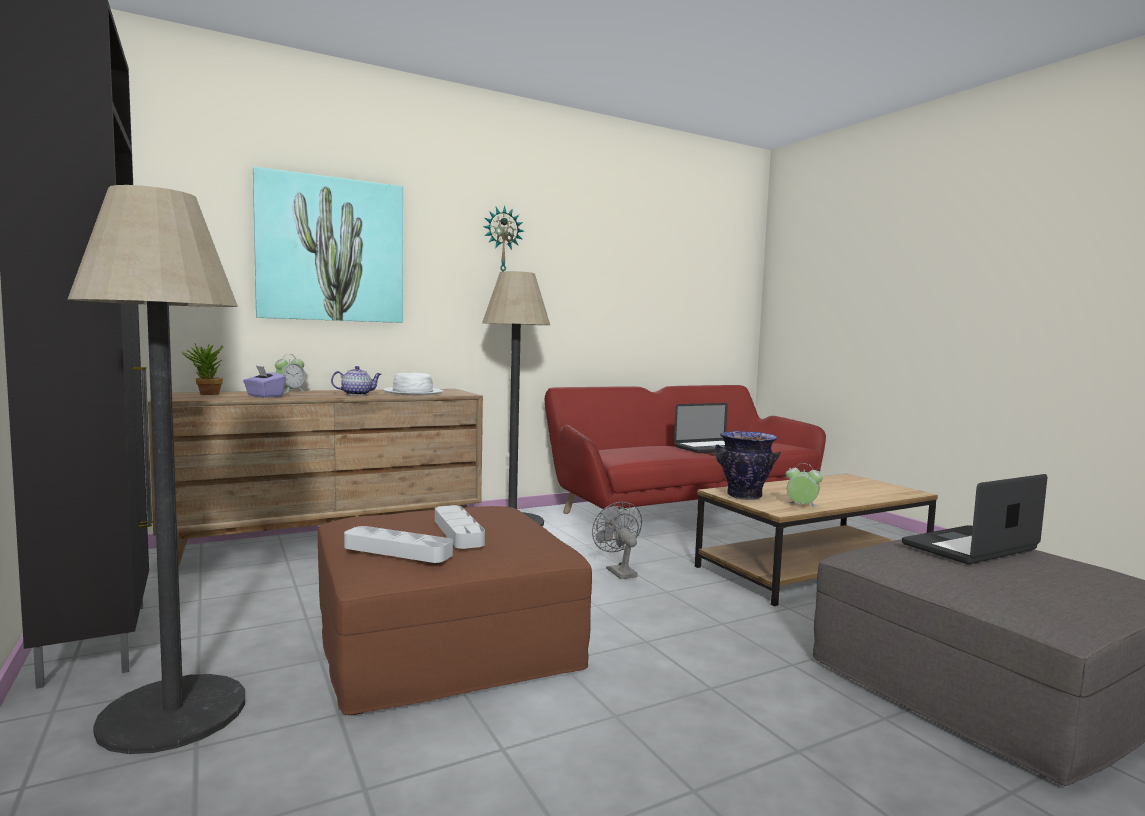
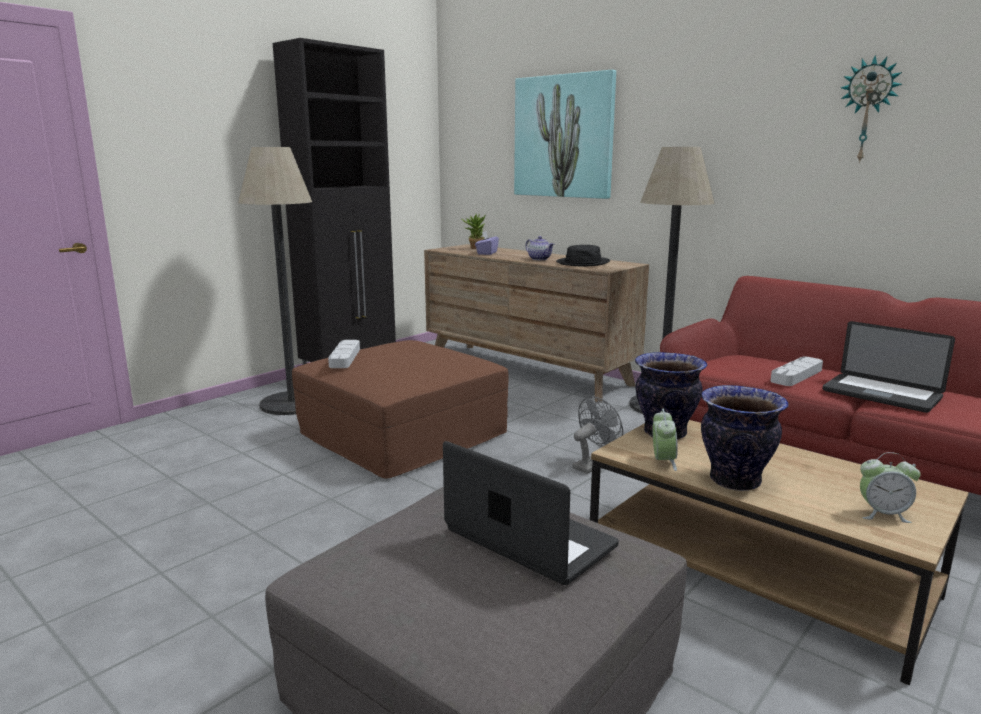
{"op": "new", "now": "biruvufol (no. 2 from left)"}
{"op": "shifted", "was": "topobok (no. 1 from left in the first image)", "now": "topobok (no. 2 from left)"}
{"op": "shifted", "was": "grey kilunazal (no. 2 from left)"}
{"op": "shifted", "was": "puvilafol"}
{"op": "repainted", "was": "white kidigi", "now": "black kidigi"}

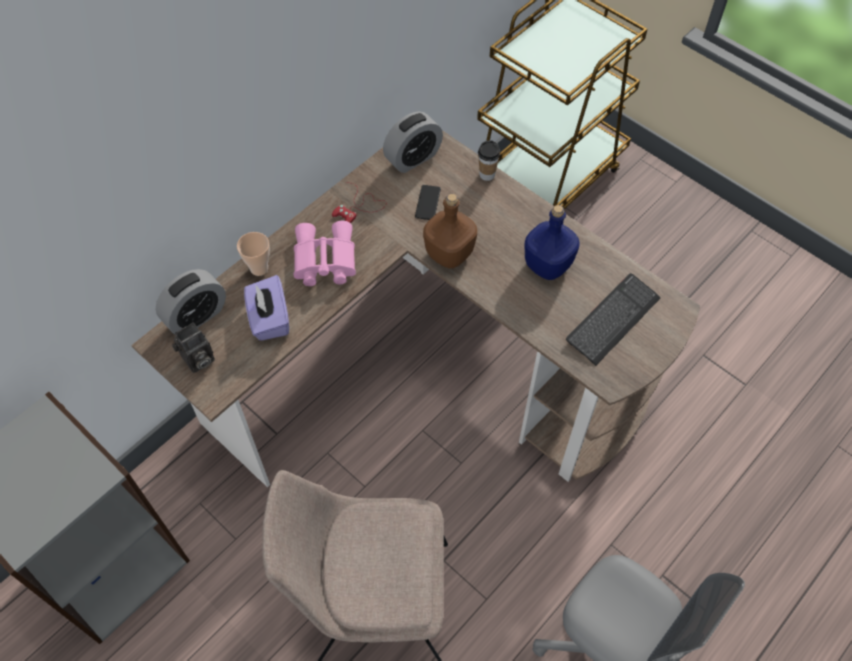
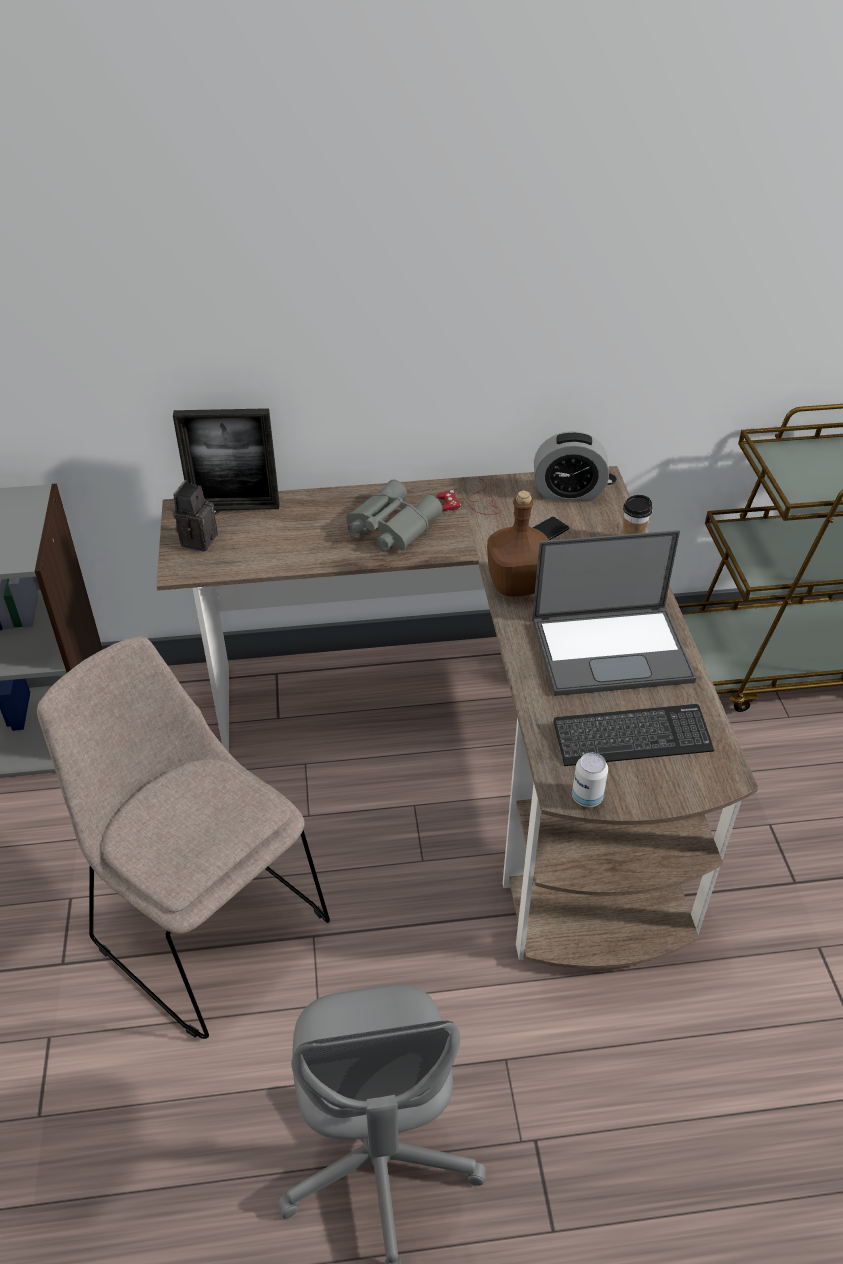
{"op": "gone", "was": "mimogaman (no. 1 from left)"}
{"op": "gone", "was": "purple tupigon"}
{"op": "new", "now": "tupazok"}
{"op": "swapped", "was": "topobok (no. 1 from left)", "now": "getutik"}
{"op": "swapped", "was": "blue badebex", "now": "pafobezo"}
{"op": "repainted", "was": "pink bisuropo", "now": "grey bisuropo"}
{"op": "rotated", "was": "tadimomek", "clockwise": 105}

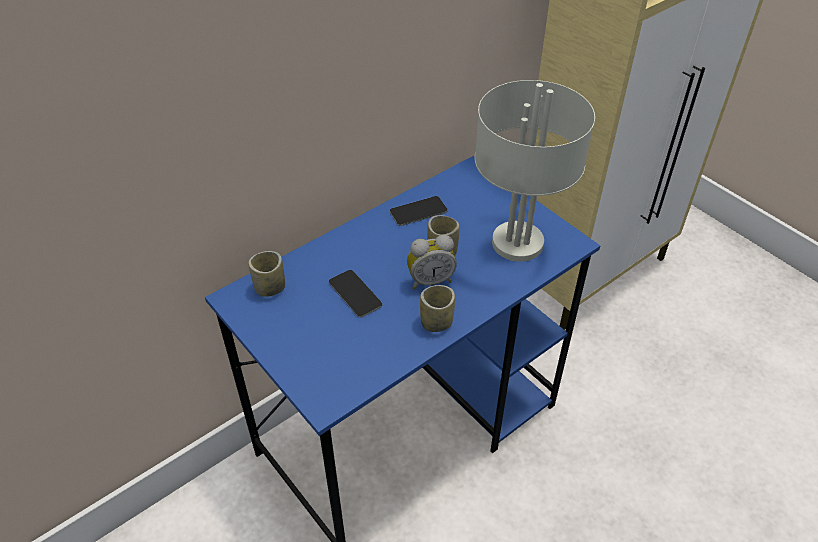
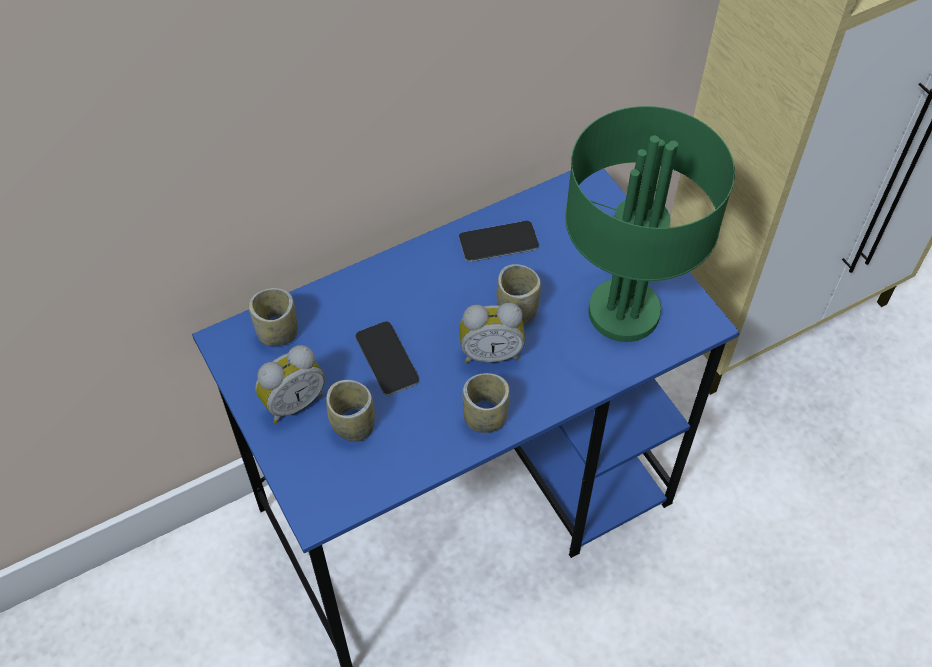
{"op": "new", "now": "topobok (no. 1 from left)"}
{"op": "new", "now": "mimogaman (no. 2 from left)"}
{"op": "repainted", "was": "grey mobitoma", "now": "green mobitoma"}

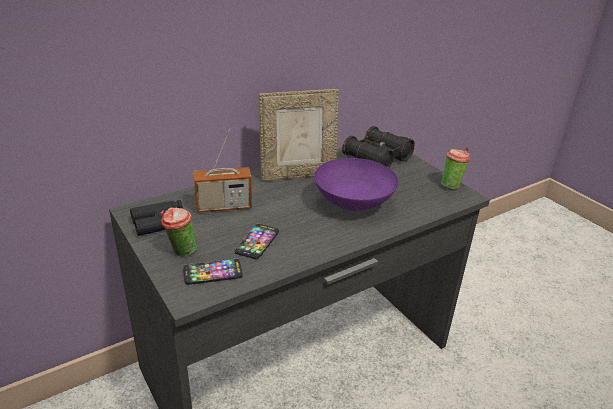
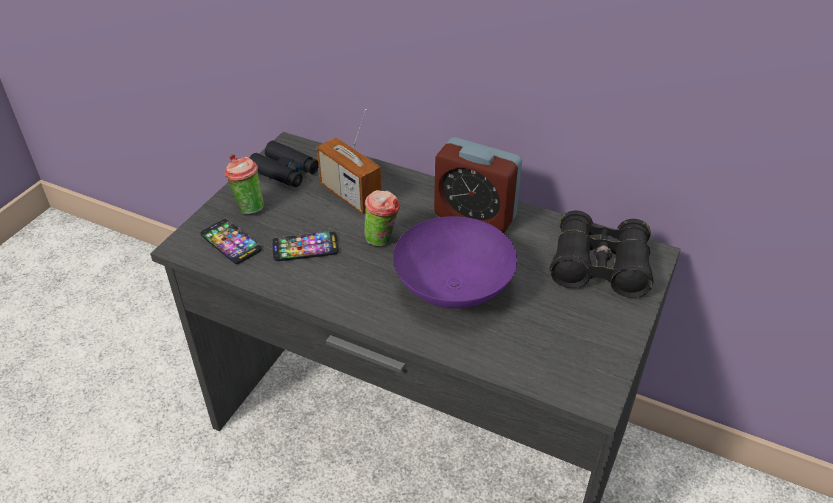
{"op": "shifted", "was": "mimogaman (no. 2 from left)"}
{"op": "swapped", "was": "getutik", "now": "topobok"}

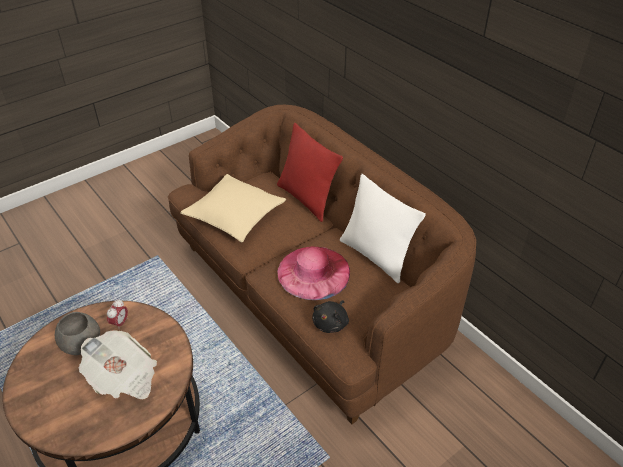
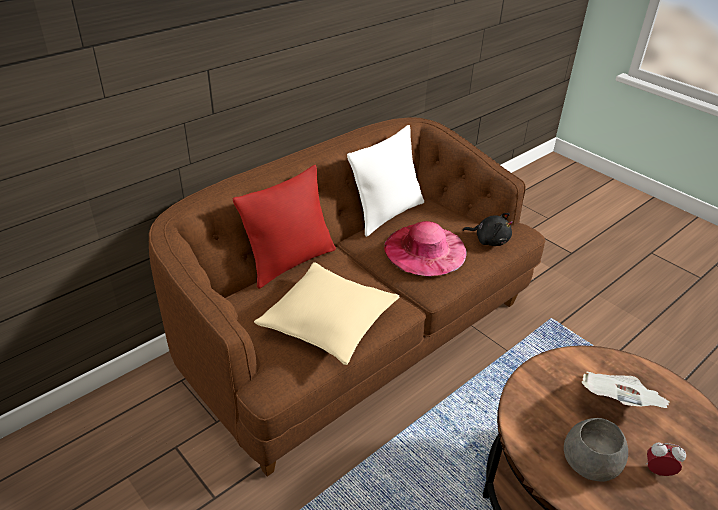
{"op": "shifted", "was": "topobok"}

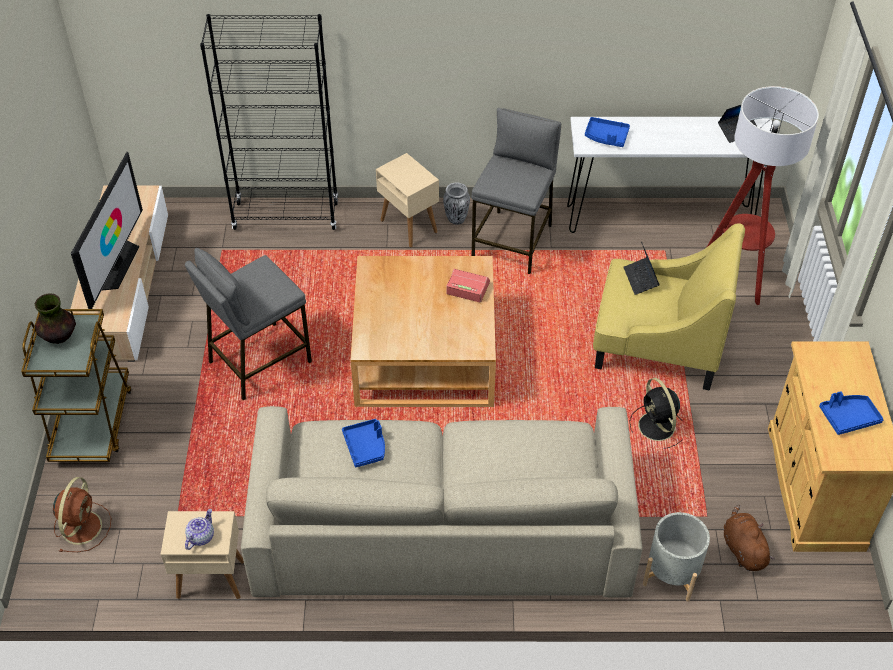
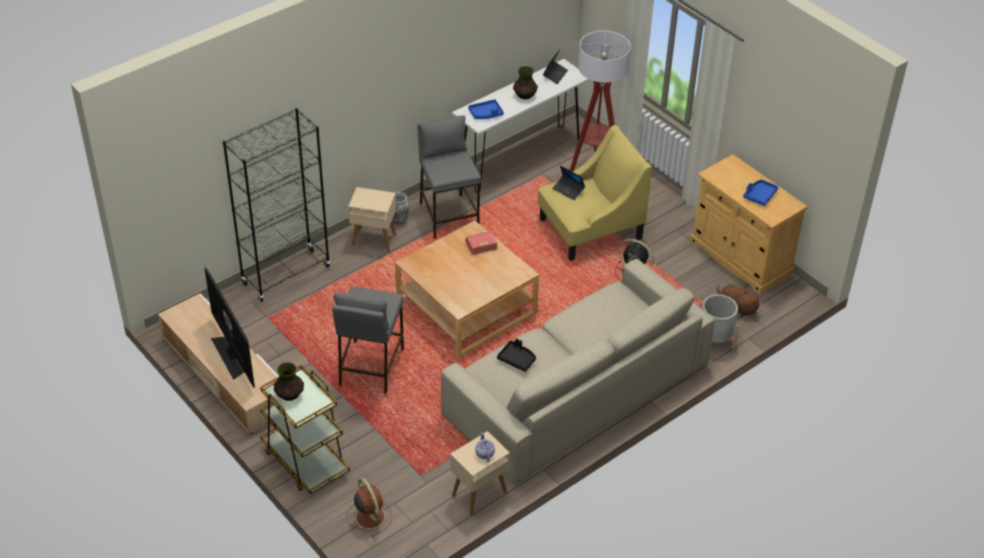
{"op": "new", "now": "biruvufol (no. 3 from left)"}
{"op": "repainted", "was": "blue kilunazal (no. 1 from left)", "now": "black kilunazal"}

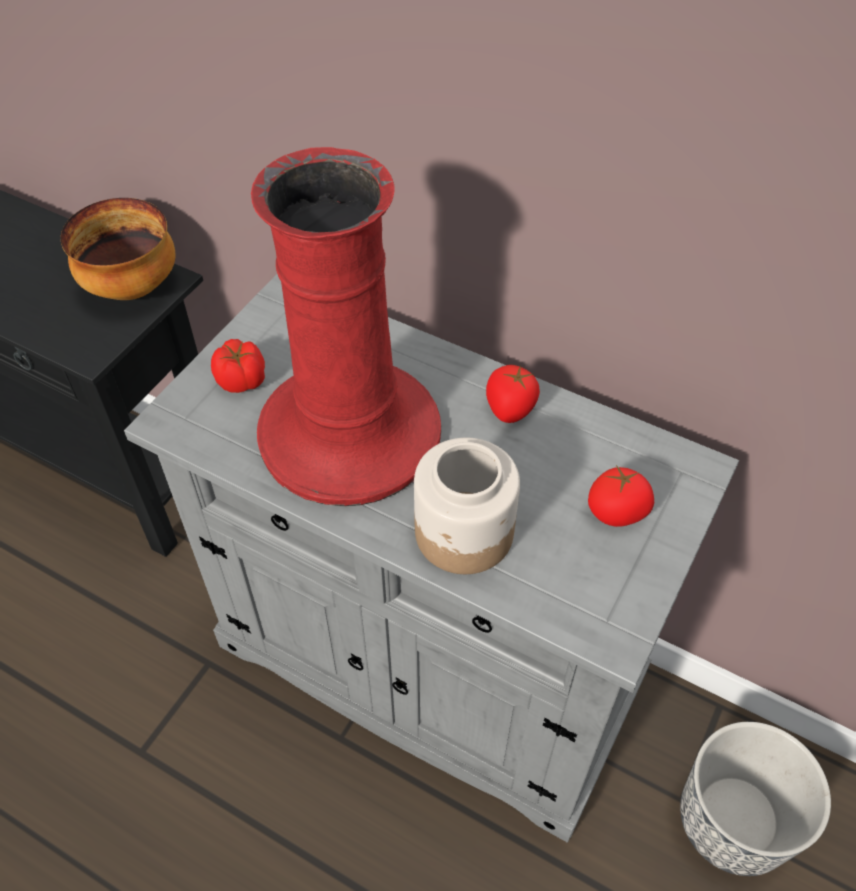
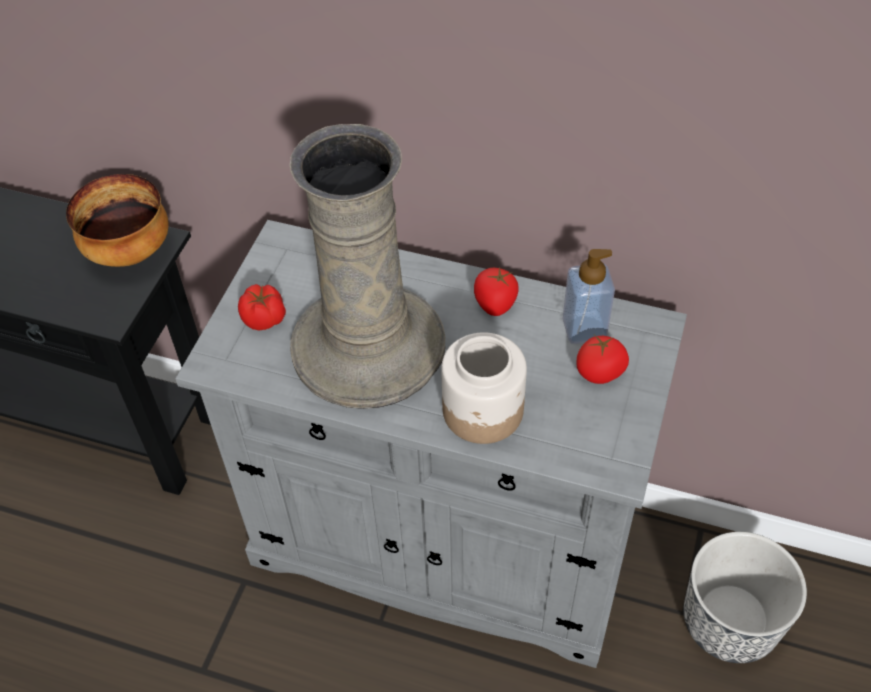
{"op": "new", "now": "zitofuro"}
{"op": "repainted", "was": "red biruvufol", "now": "beige biruvufol"}

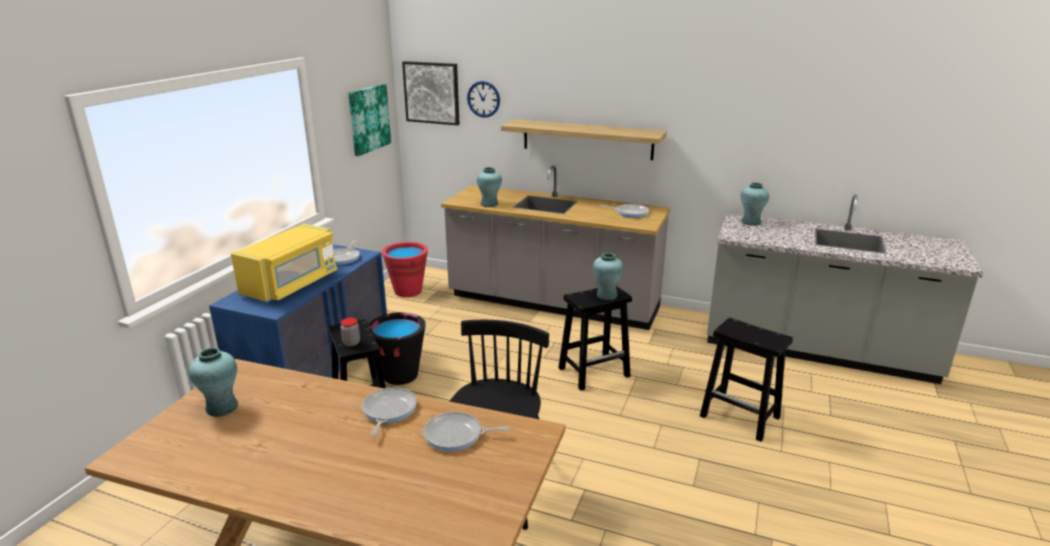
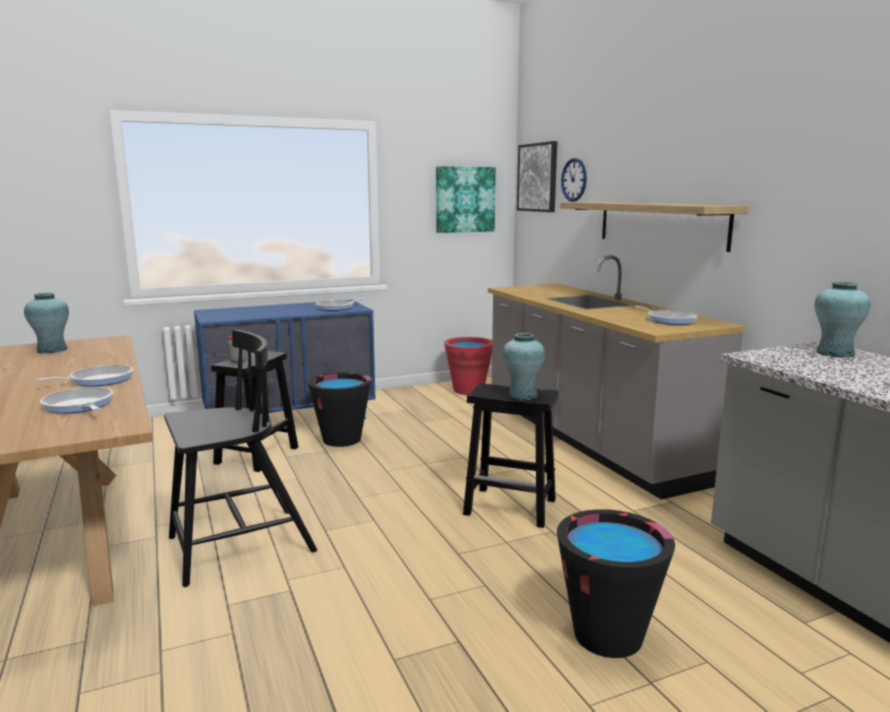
{"op": "gone", "was": "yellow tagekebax"}
{"op": "gone", "was": "turquoise biruvufol (no. 2 from left)"}
{"op": "swapped", "was": "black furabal (no. 3 from left)", "now": "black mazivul (no. 2 from left)"}

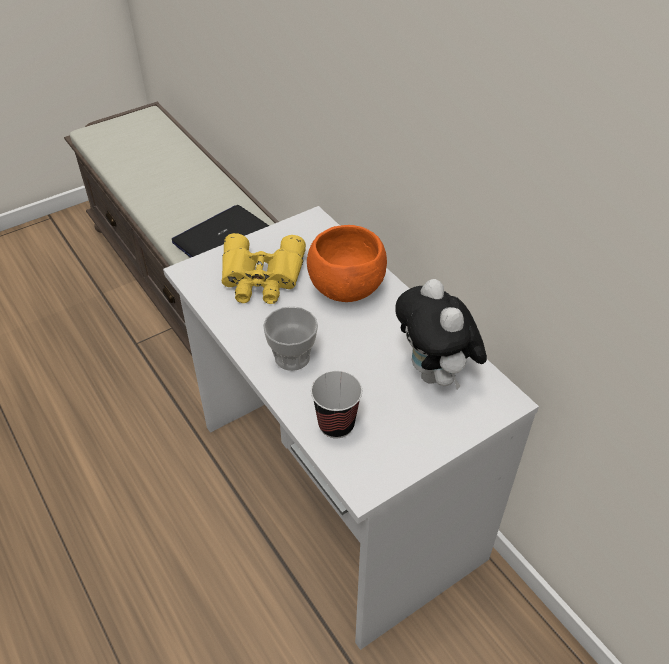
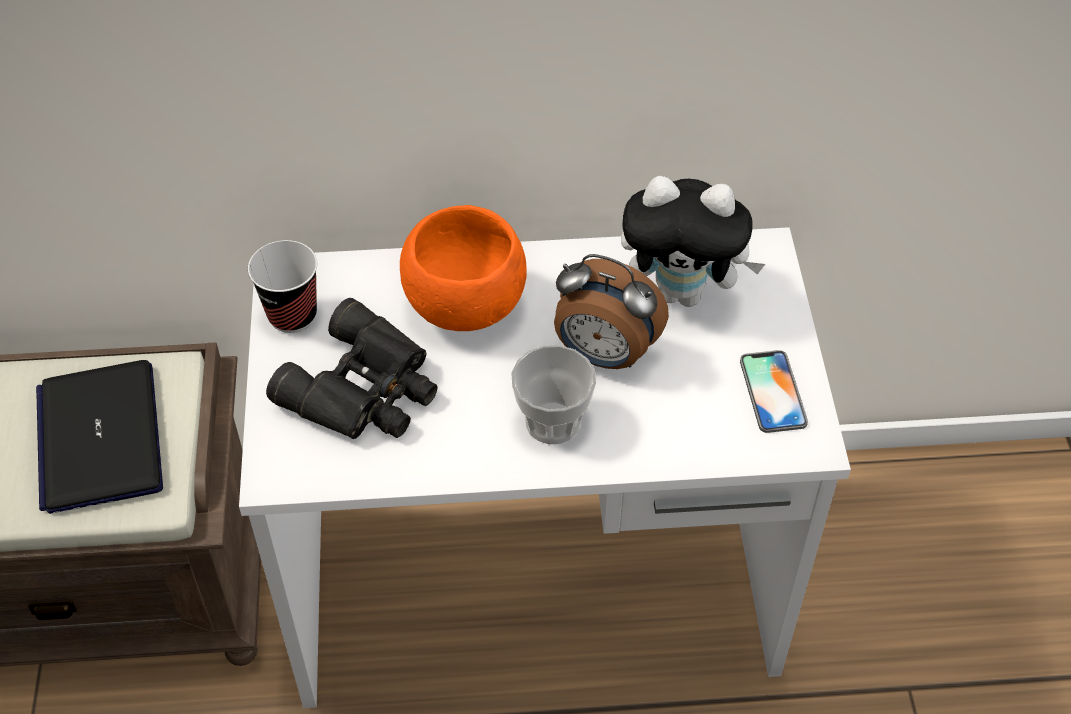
{"op": "new", "now": "topobok"}
{"op": "new", "now": "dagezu"}
{"op": "shifted", "was": "mimogaman (no. 2 from left in the first image)", "now": "mimogaman (no. 1 from left)"}
{"op": "repainted", "was": "yellow bisuropo", "now": "black bisuropo"}

